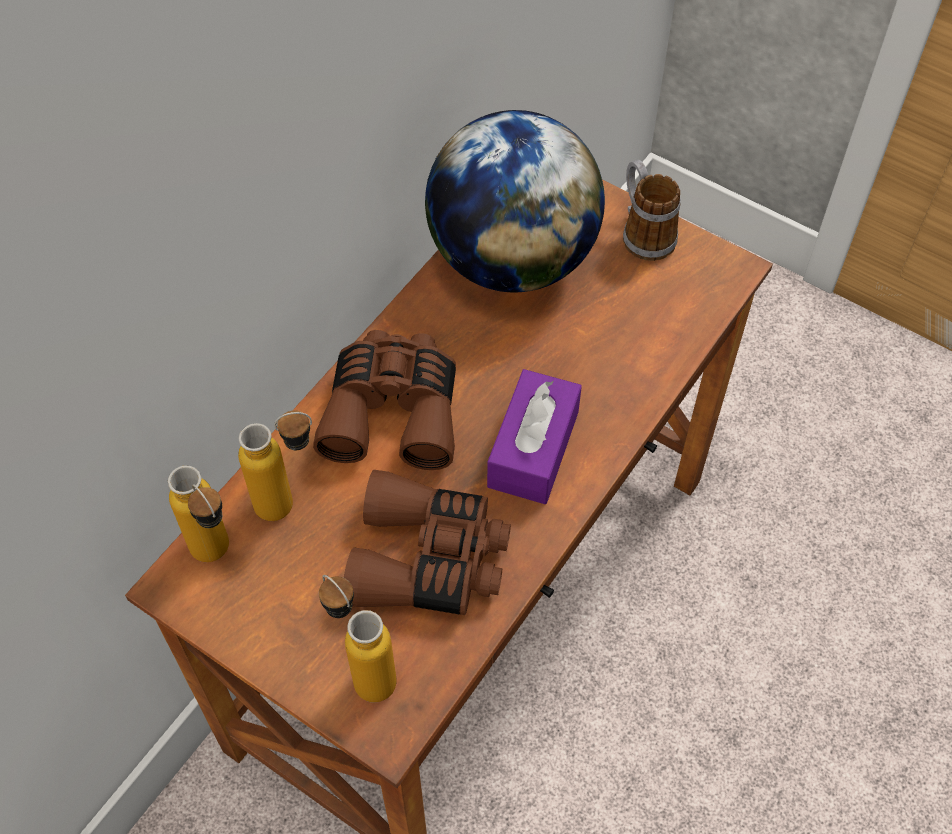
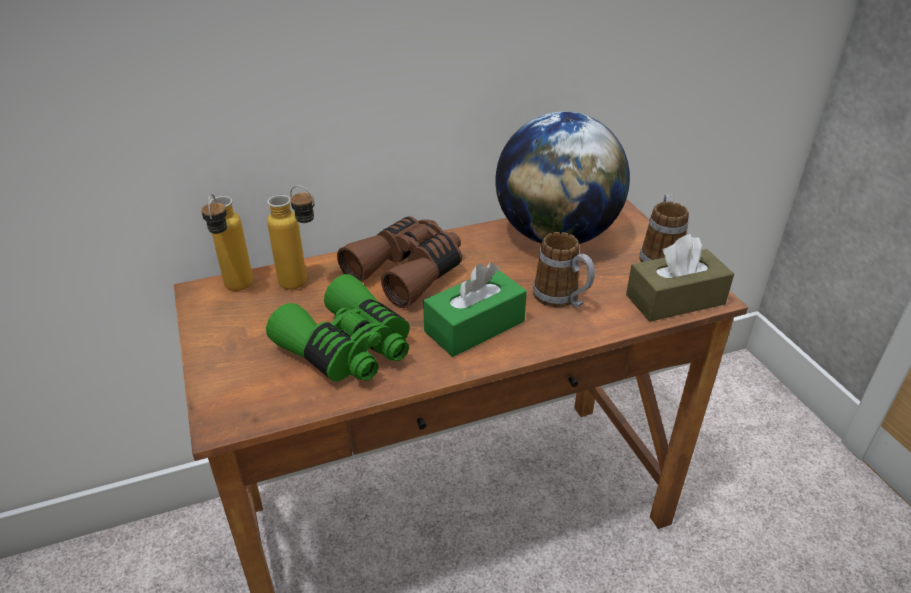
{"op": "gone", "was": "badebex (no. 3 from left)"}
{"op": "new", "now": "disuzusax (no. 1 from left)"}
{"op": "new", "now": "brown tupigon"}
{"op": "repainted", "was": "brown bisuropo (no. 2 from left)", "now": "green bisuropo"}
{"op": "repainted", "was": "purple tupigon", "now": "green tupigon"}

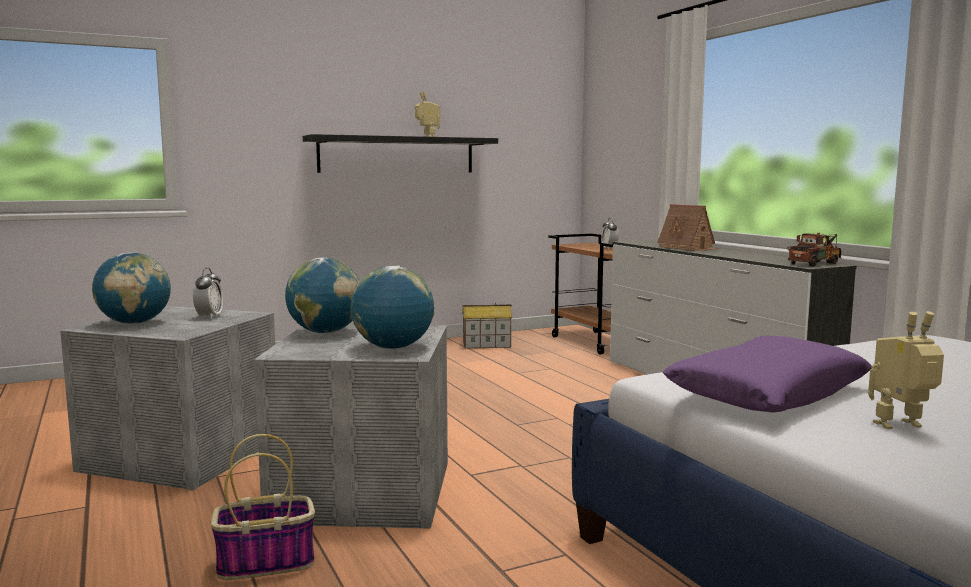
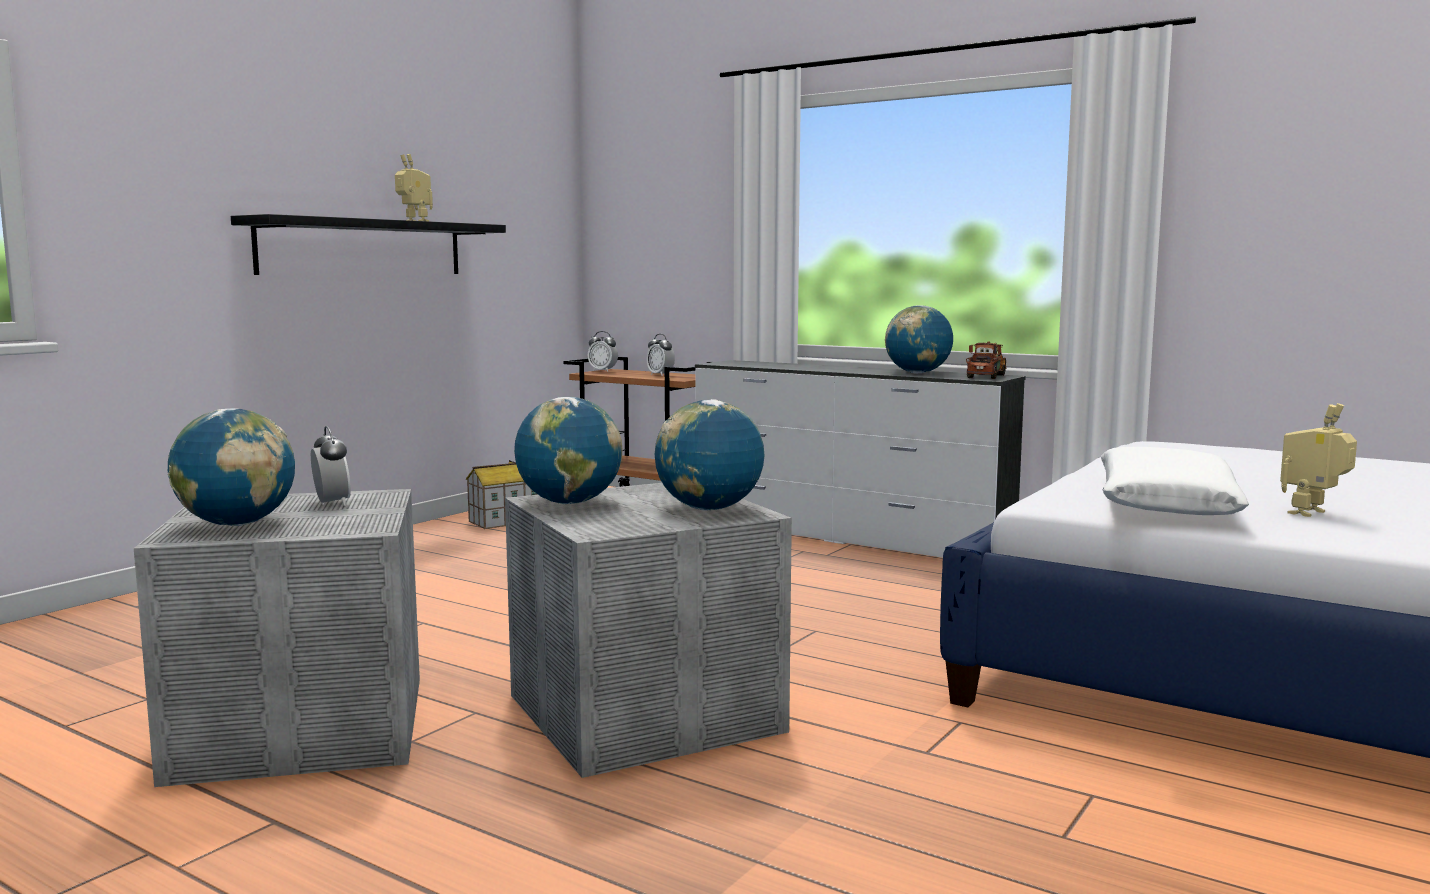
{"op": "gone", "was": "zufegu"}
{"op": "gone", "was": "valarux (no. 2 from left)"}
{"op": "new", "now": "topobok (no. 2 from left)"}
{"op": "new", "now": "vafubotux (no. 4 from left)"}
{"op": "repainted", "was": "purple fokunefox", "now": "white fokunefox"}

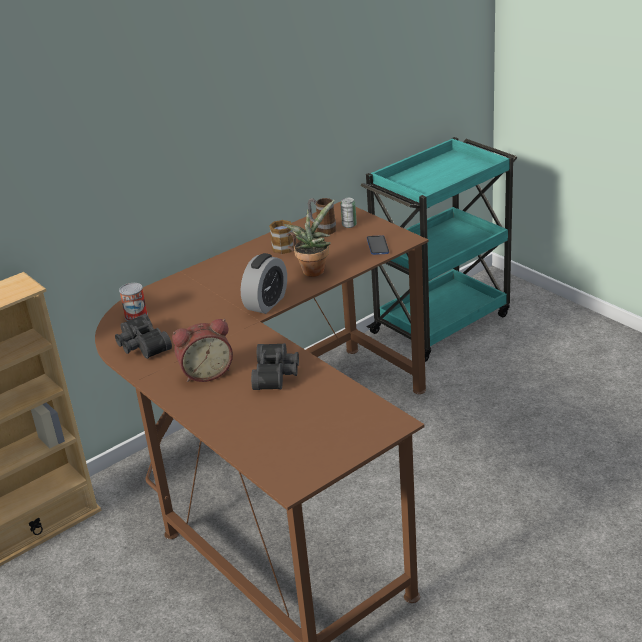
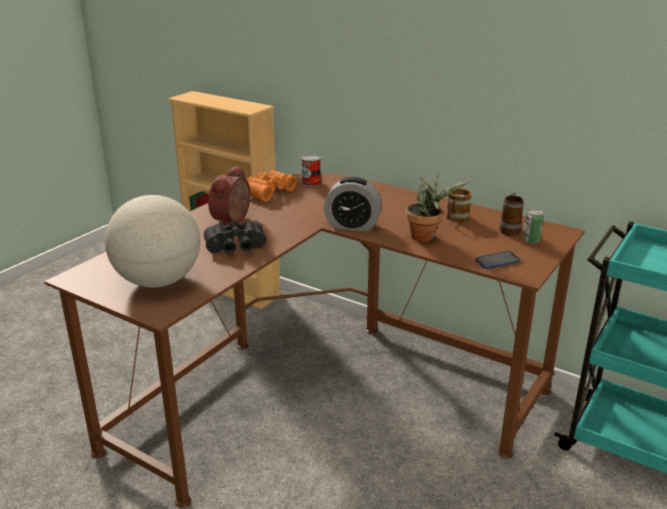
{"op": "new", "now": "vafubotux"}
{"op": "repainted", "was": "black bisuropo (no. 1 from left)", "now": "orange bisuropo"}
{"op": "rotated", "was": "topobok (no. 1 from left)", "clockwise": 60}

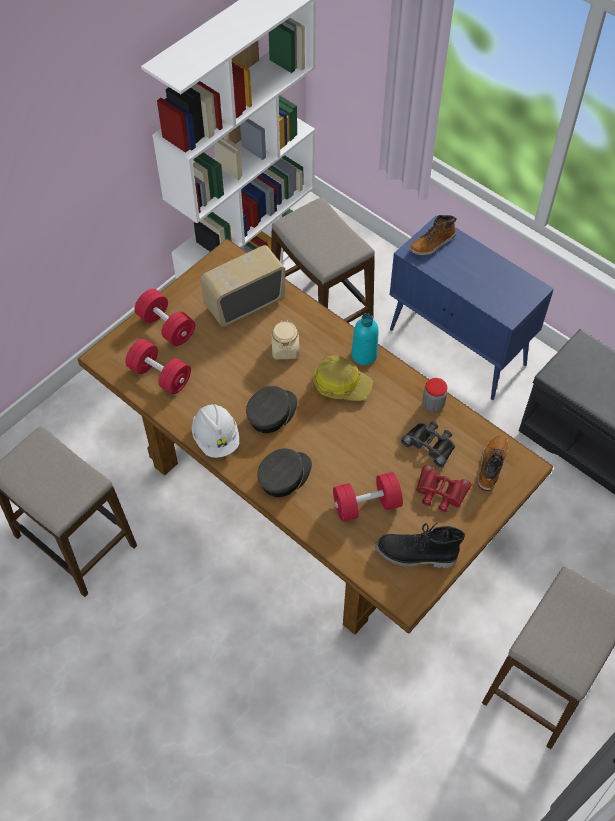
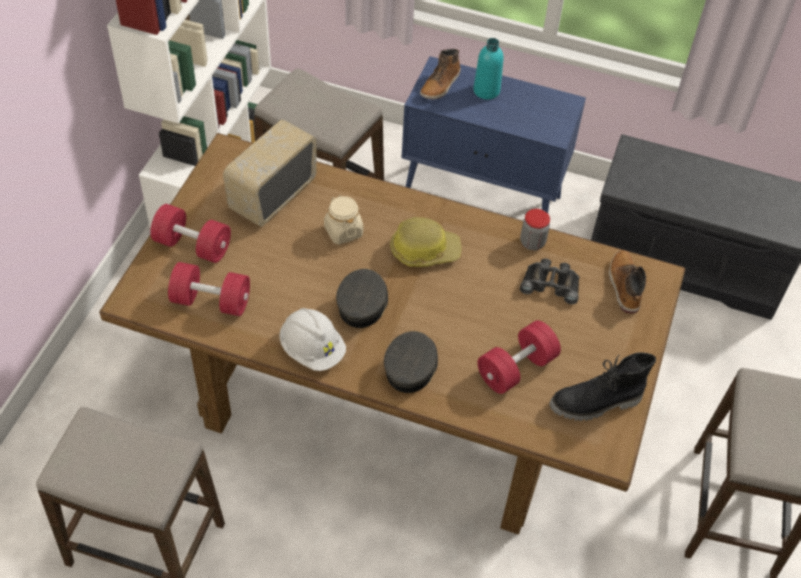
{"op": "gone", "was": "red bisuropo"}
{"op": "shifted", "was": "turquoise badebex"}

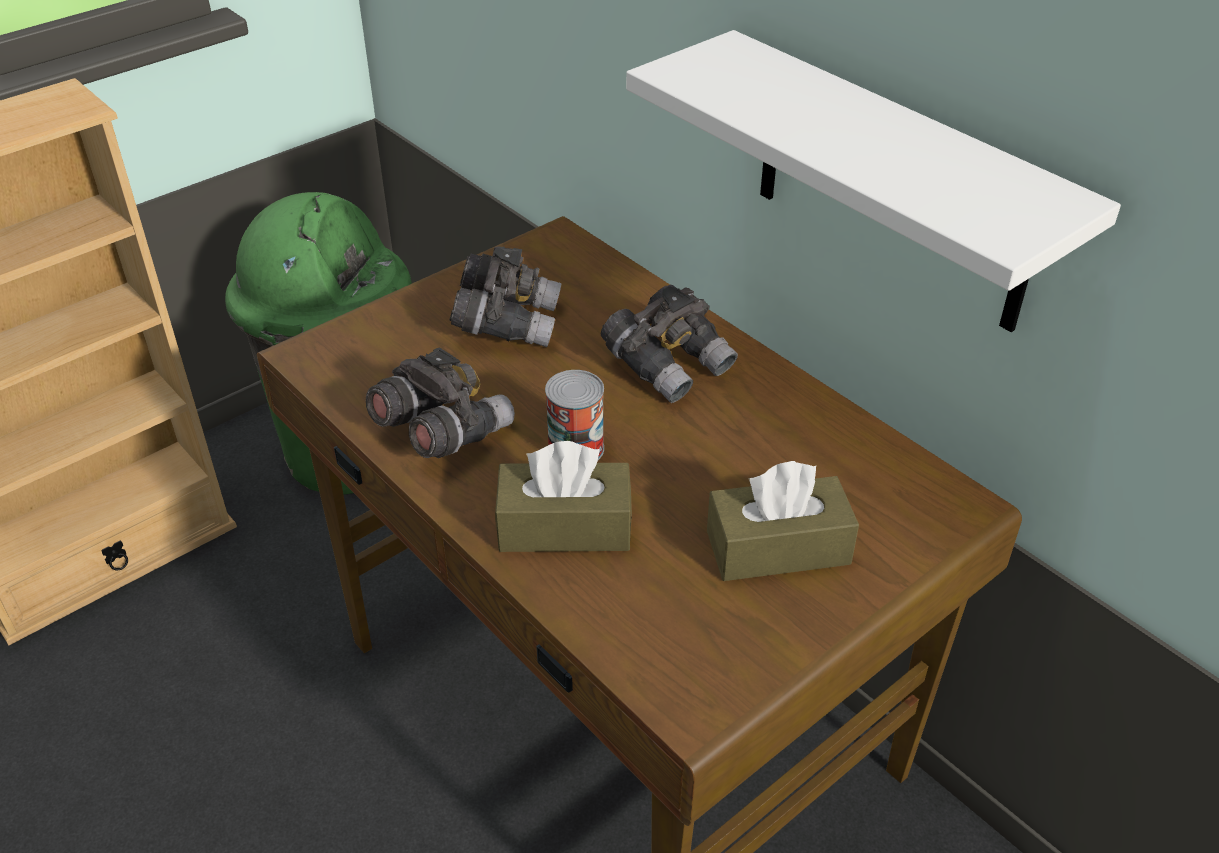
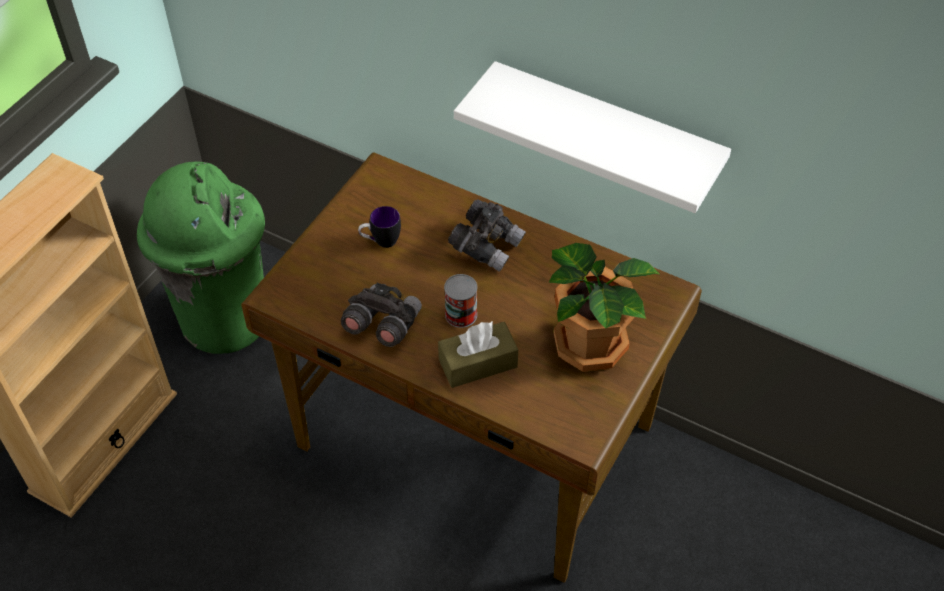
{"op": "swapped", "was": "grey bisuropo (no. 2 from left)", "now": "disuzusax"}
{"op": "swapped", "was": "brown tupigon (no. 2 from left)", "now": "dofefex"}

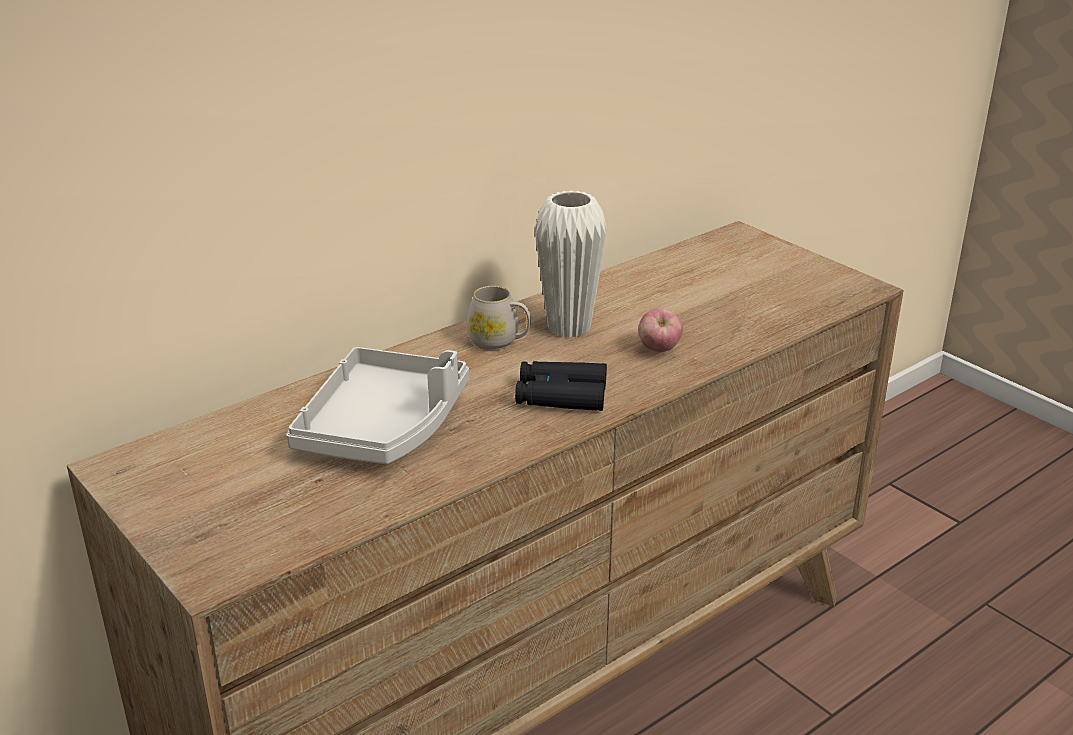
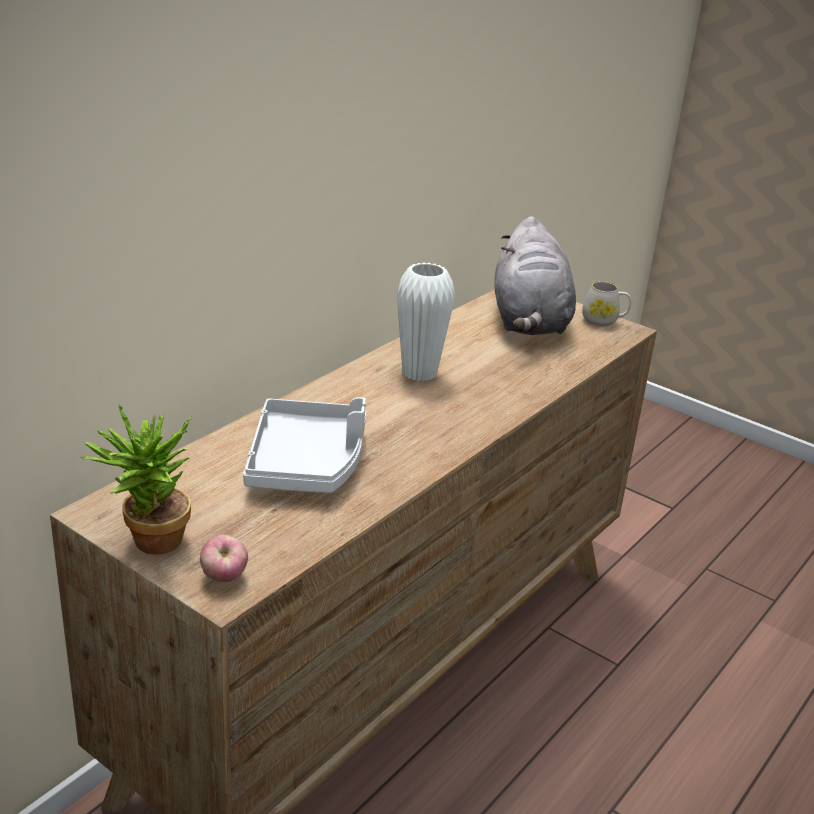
{"op": "gone", "was": "black bisuropo"}
{"op": "new", "now": "dofefex"}
{"op": "new", "now": "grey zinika"}
{"op": "shifted", "was": "white disuzusax"}
{"op": "shifted", "was": "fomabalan"}

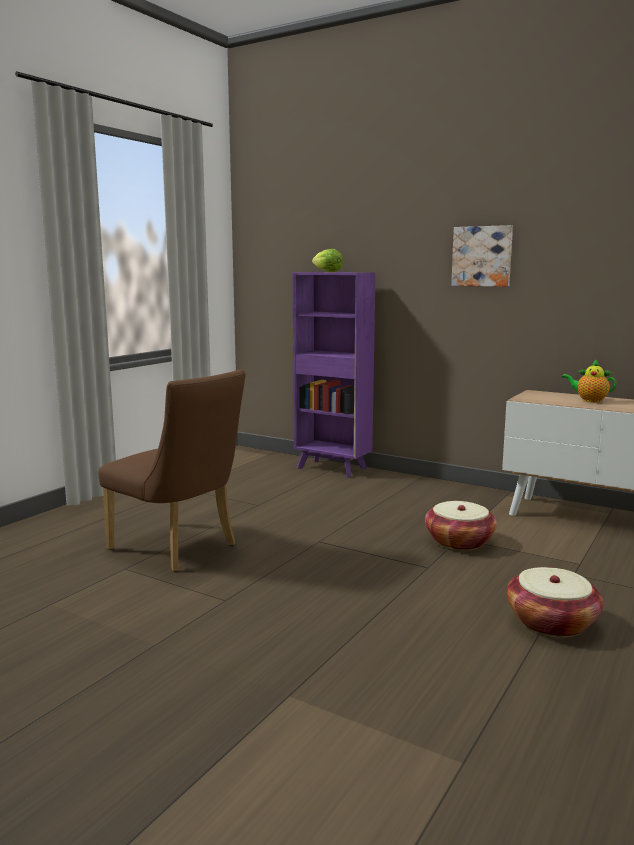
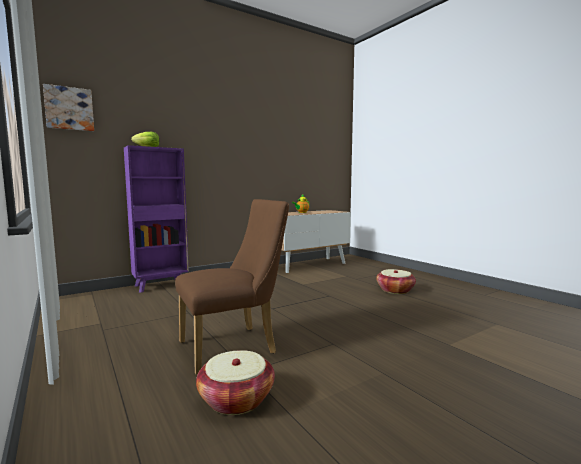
{"op": "shifted", "was": "zufegu (no. 1 from left)"}
{"op": "shifted", "was": "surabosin"}

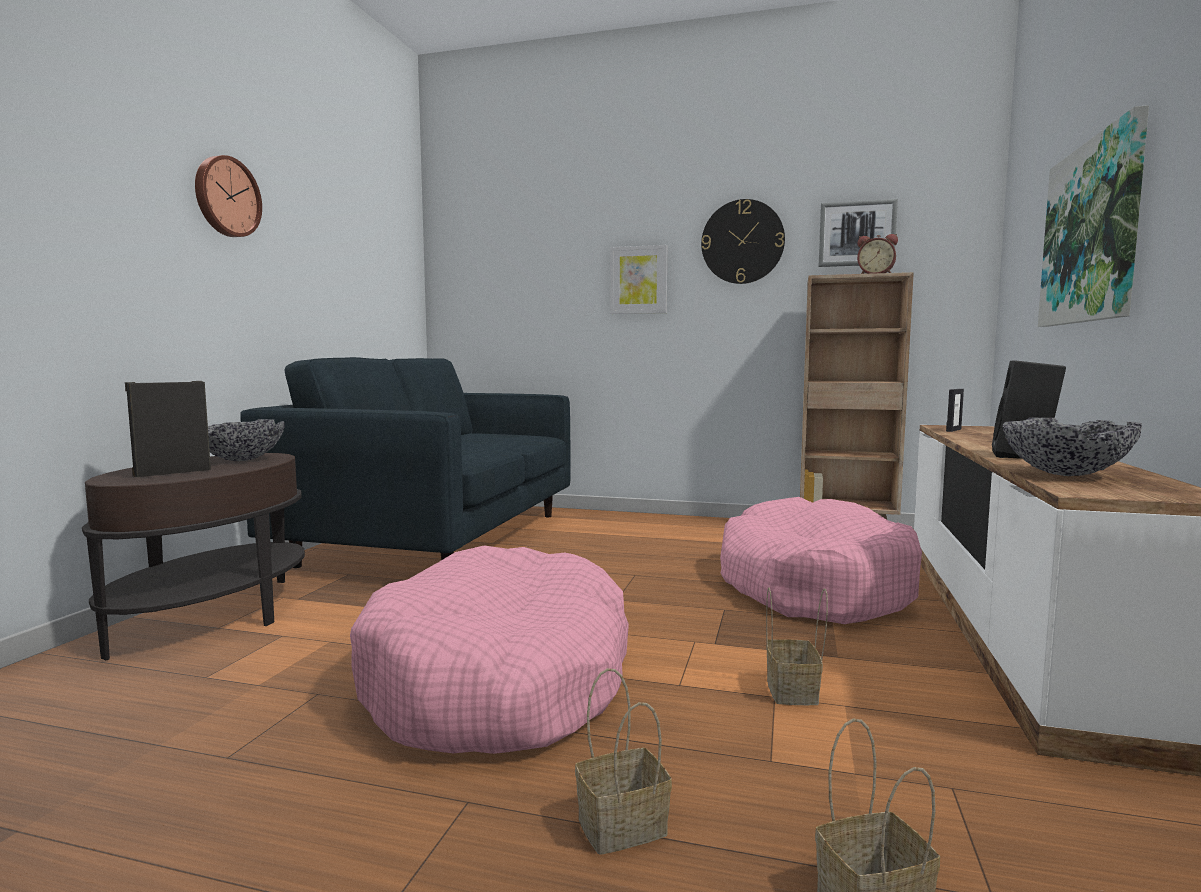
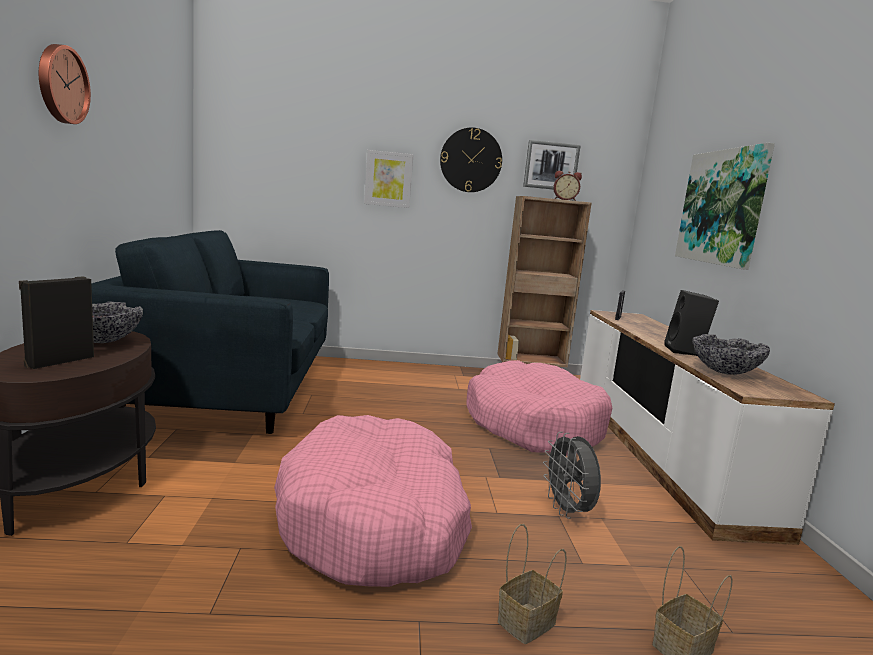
{"op": "swapped", "was": "zufegu (no. 2 from left)", "now": "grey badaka"}

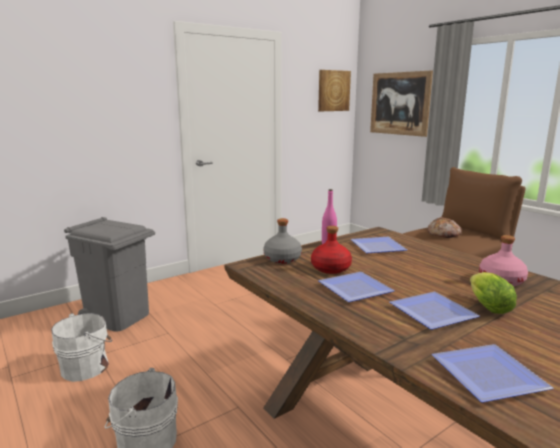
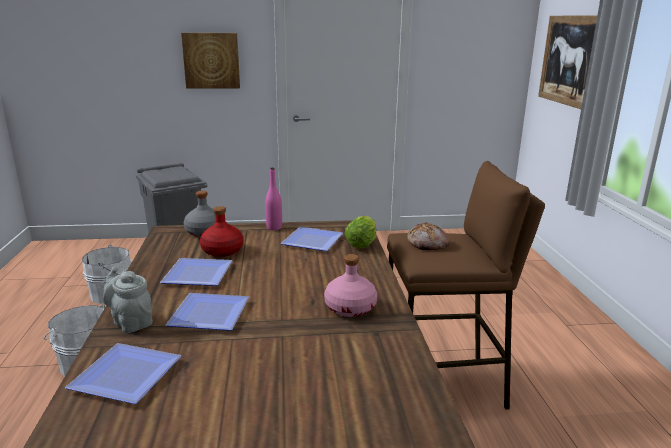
{"op": "new", "now": "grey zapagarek"}
{"op": "shifted", "was": "surabosin (no. 1 from left)"}
{"op": "shifted", "was": "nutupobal"}

